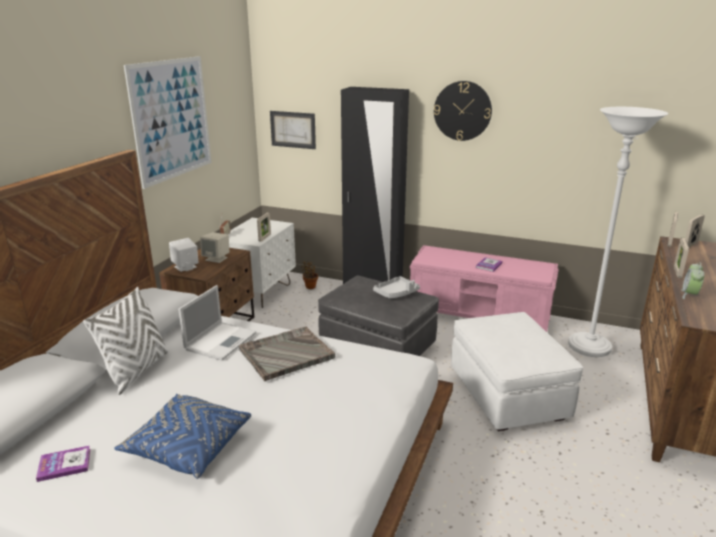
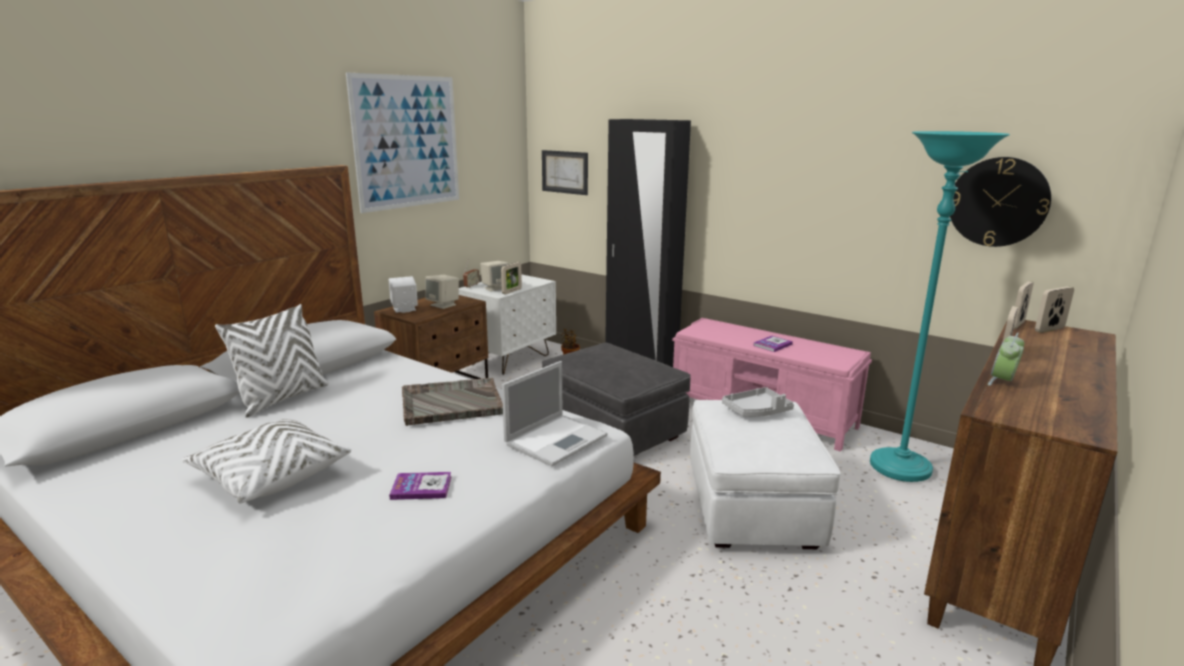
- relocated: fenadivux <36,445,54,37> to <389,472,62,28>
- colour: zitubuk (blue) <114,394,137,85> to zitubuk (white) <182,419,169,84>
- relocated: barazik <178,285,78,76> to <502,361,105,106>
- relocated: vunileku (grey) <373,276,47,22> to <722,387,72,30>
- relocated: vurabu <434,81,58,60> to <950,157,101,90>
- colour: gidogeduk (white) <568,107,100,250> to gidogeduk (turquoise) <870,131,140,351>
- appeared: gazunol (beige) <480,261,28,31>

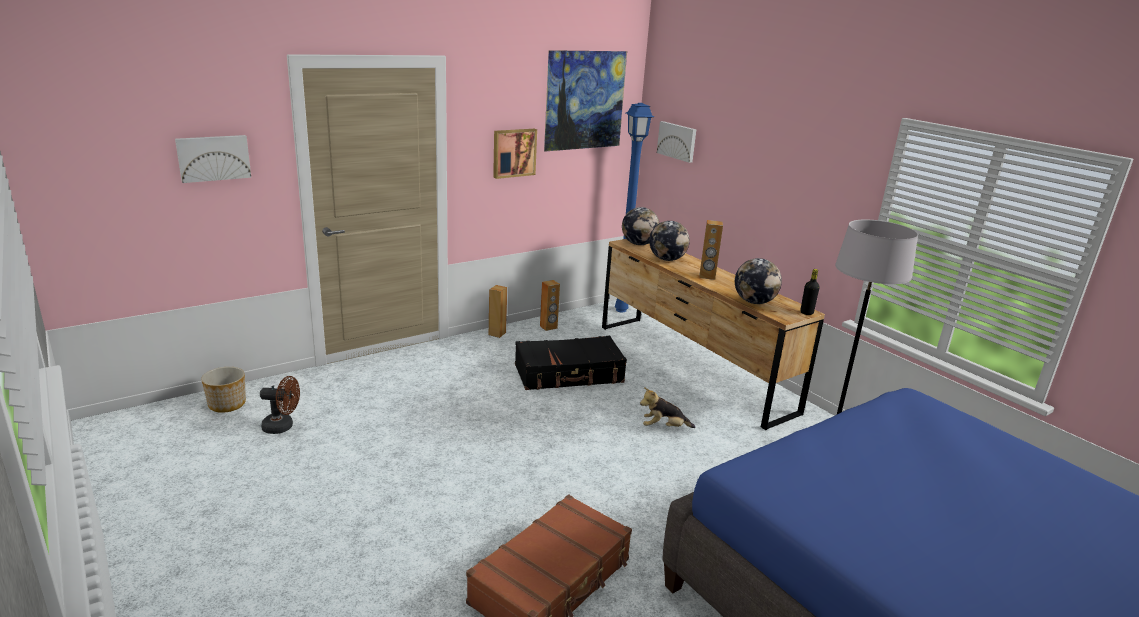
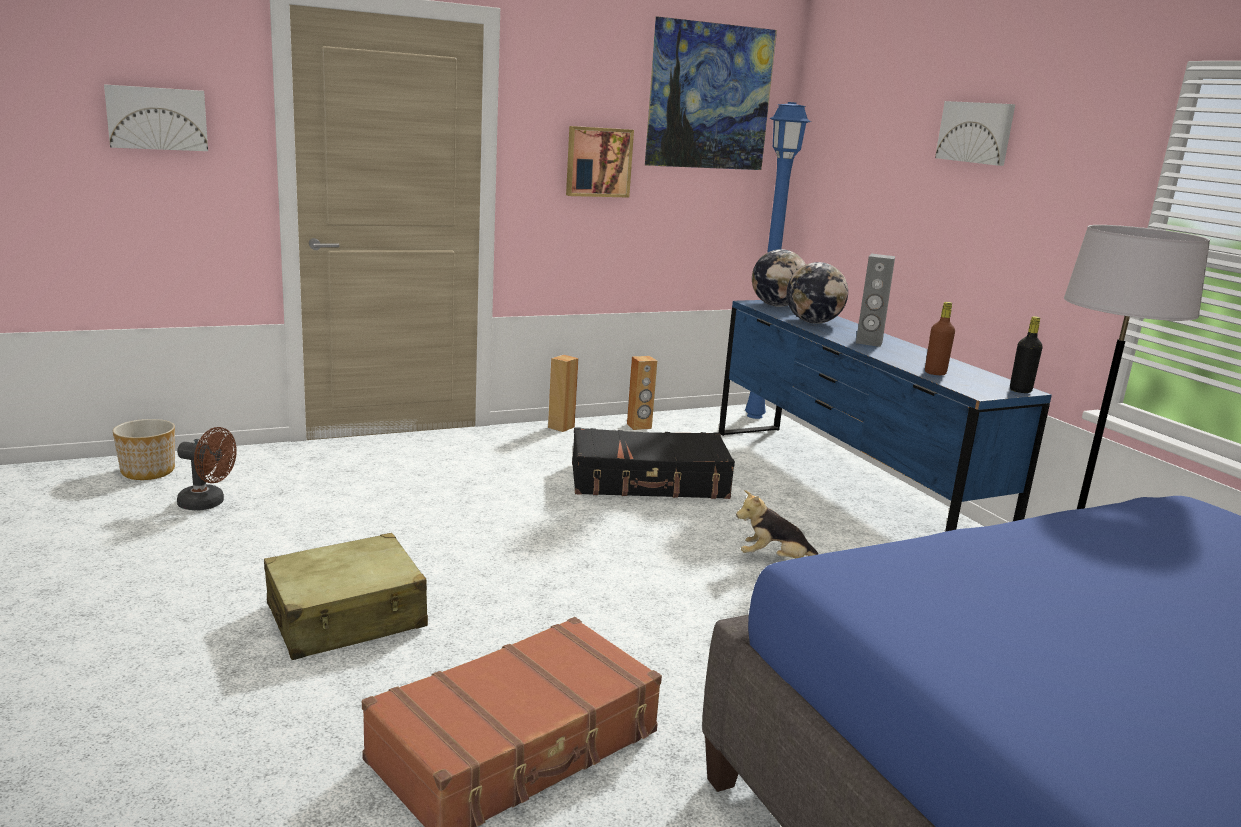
- colour: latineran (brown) <602,239,223,191> to latineran (blue) <719,300,333,232>
- relocated: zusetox <657,121,39,42> to <935,101,80,65>
- colour: gazunol (brown) <699,220,24,60> to gazunol (grey) <856,254,39,93>
- exchanged: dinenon <735,258,47,46> to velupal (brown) <925,302,30,73>
- appeared: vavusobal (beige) <264,533,164,127>

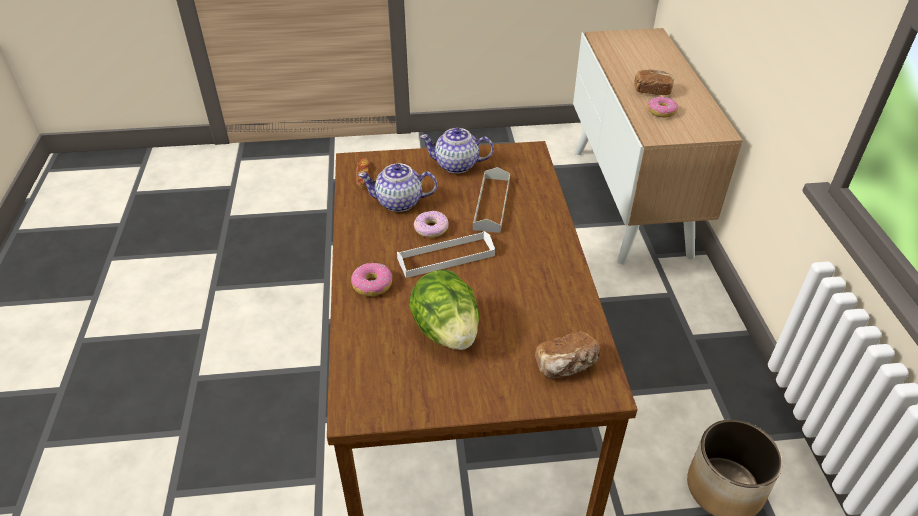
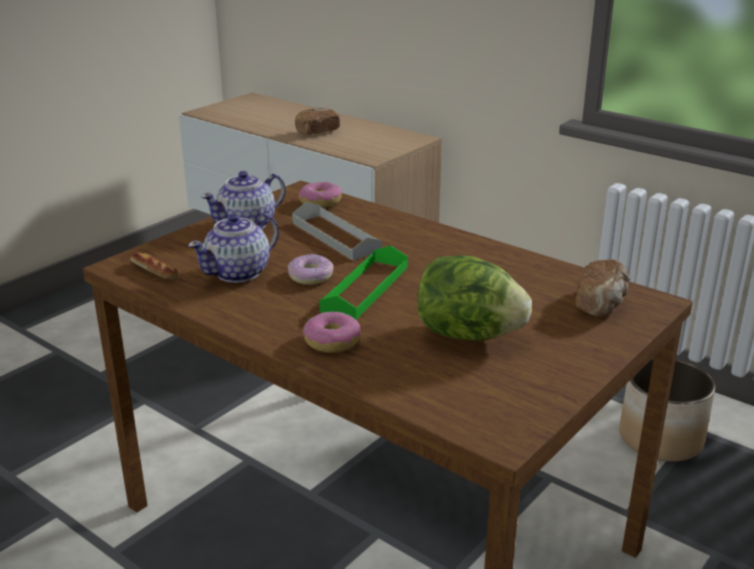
- colour: vunileku (white) <397,231,98,47> to vunileku (green) <319,246,89,74>
- relocated: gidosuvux <647,97,31,20> to <299,182,43,26>

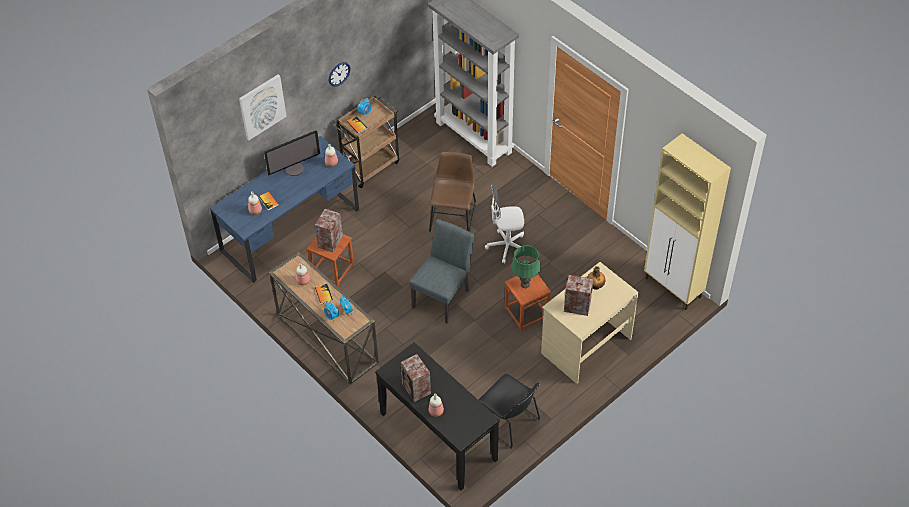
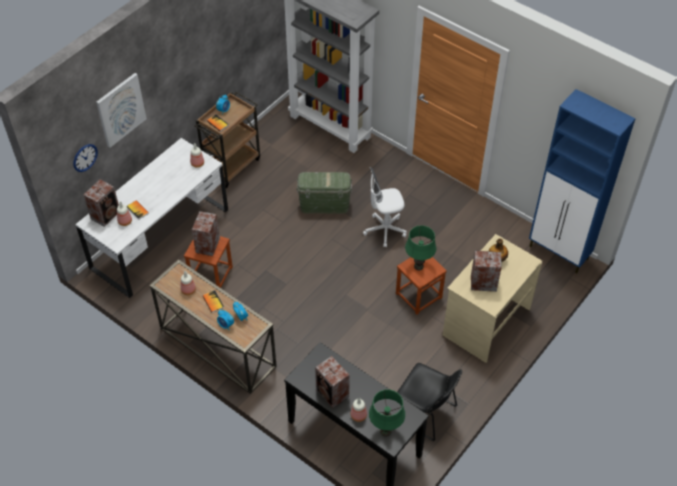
- colour: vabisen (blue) <210,136,150,147> to vabisen (white) <75,138,153,160>
- missing: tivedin <264,130,56,46>
- relocated: vurabu <329,62,21,25> to <73,144,25,28>
- missing: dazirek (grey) <409,219,65,105>
- exchanged: dazirek (brown) <429,152,47,80> to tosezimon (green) <296,172,56,42>
- colour: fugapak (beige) <644,133,87,177> to fugapak (blue) <529,89,107,184>
- appeared: gazunol <84,179,35,48>
- appeared: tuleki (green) <369,389,36,48>

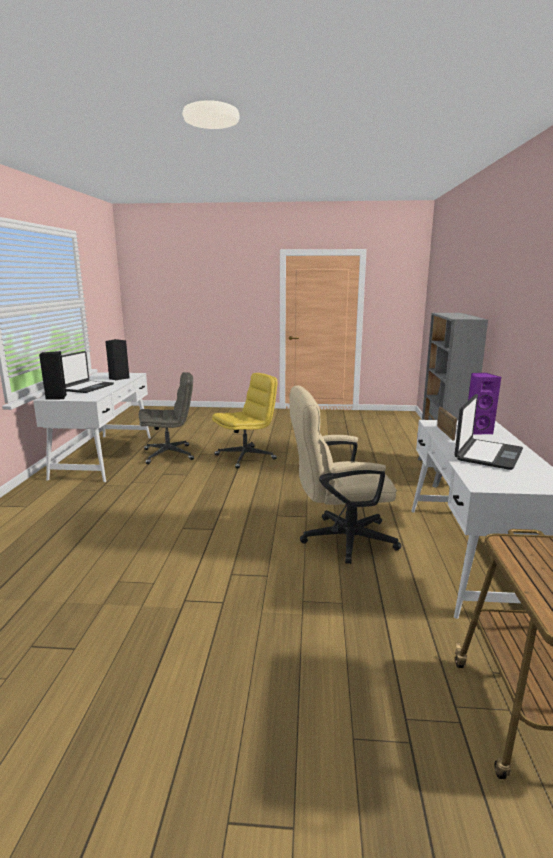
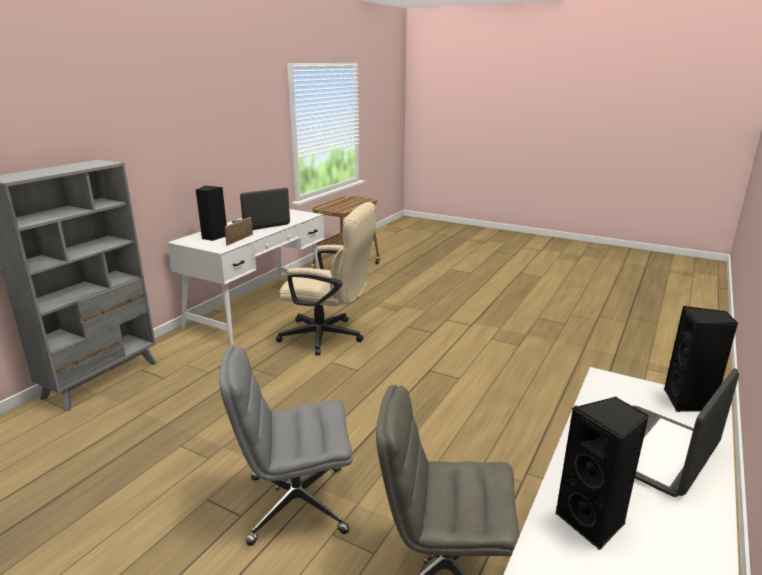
- colour: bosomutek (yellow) <212,373,65,96> to bosomutek (grey) <219,346,134,200>
- colour: gazunol (purple) <468,373,33,61> to gazunol (black) <196,186,31,55>

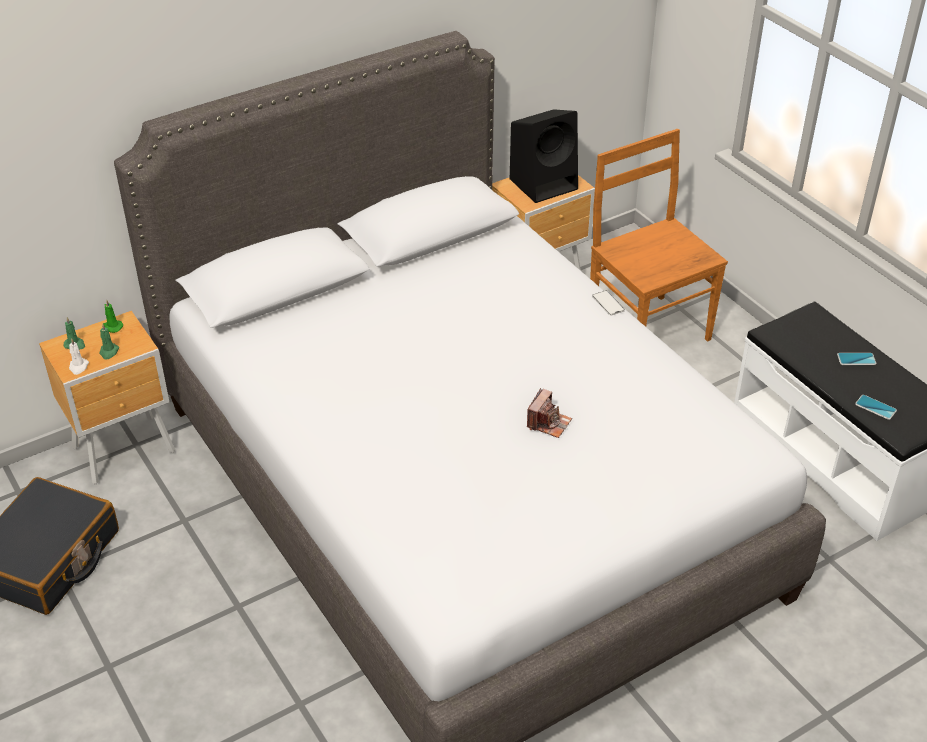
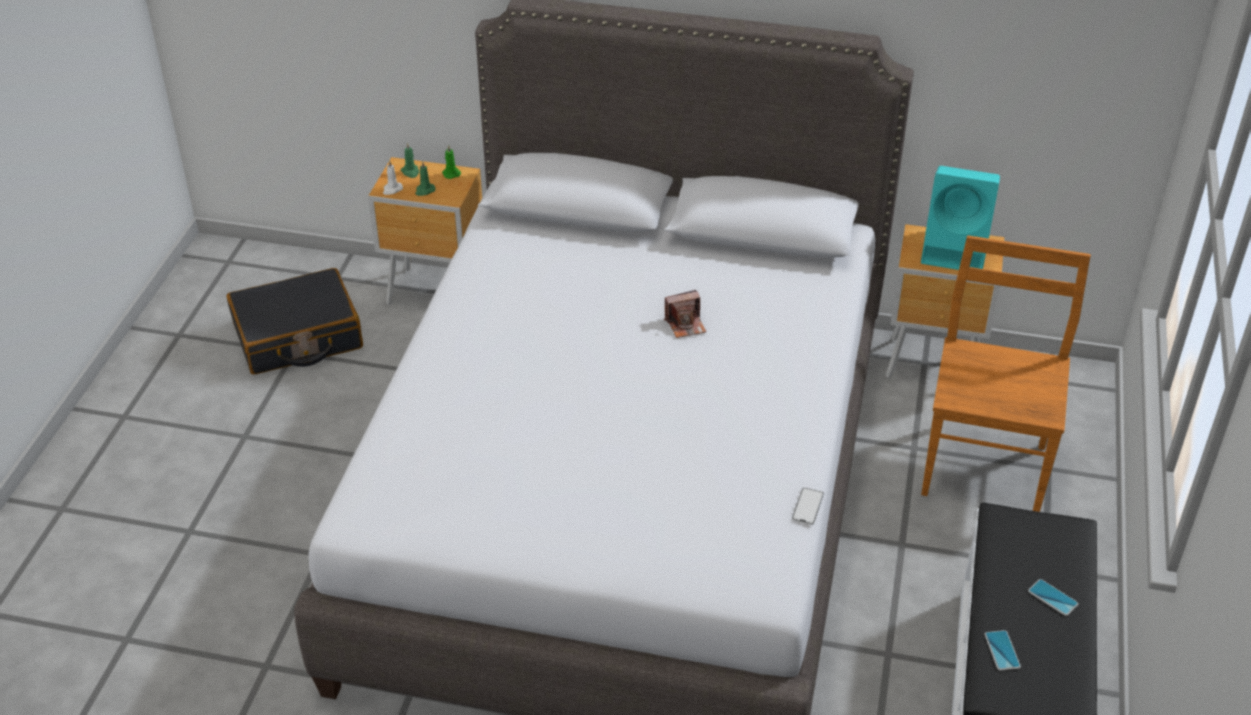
- colour: gazunol (black) <510,109,68,94> to gazunol (turquoise) <921,166,79,104>
- relocated: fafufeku <527,388,45,50> to <664,290,42,48>
- relocated: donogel <592,290,33,26> to <792,488,32,37>

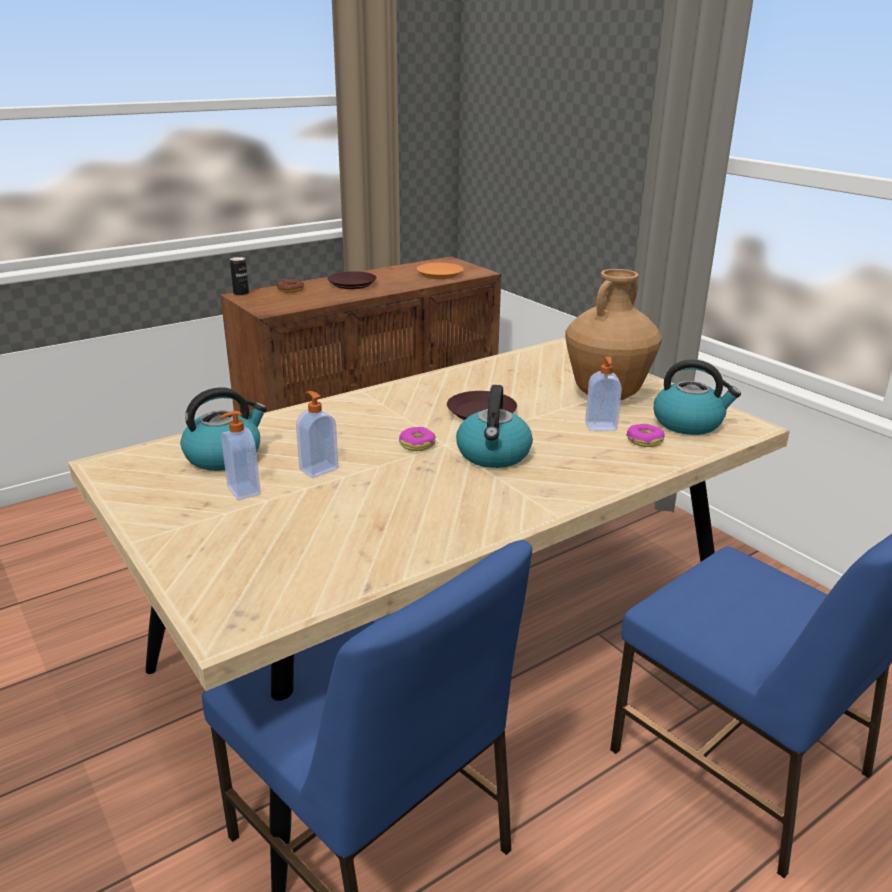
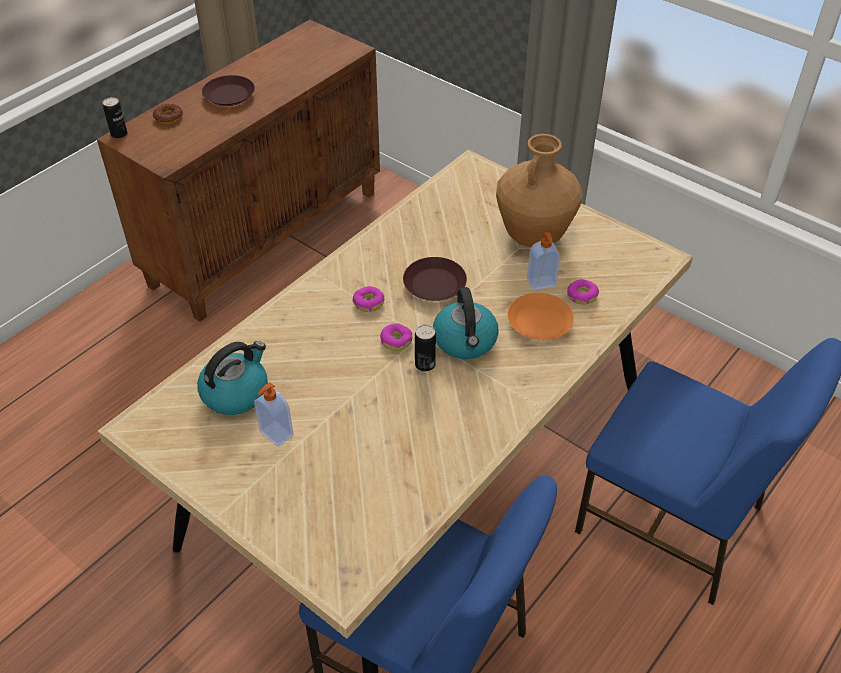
- missing: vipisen <296,391,42,87>
- relocated: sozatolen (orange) <417,263,47,16> to <507,293,67,47>
- missing: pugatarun <654,359,87,76>
- appeared: gidosuvux <353,286,31,26>
- appeared: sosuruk <415,325,21,46>

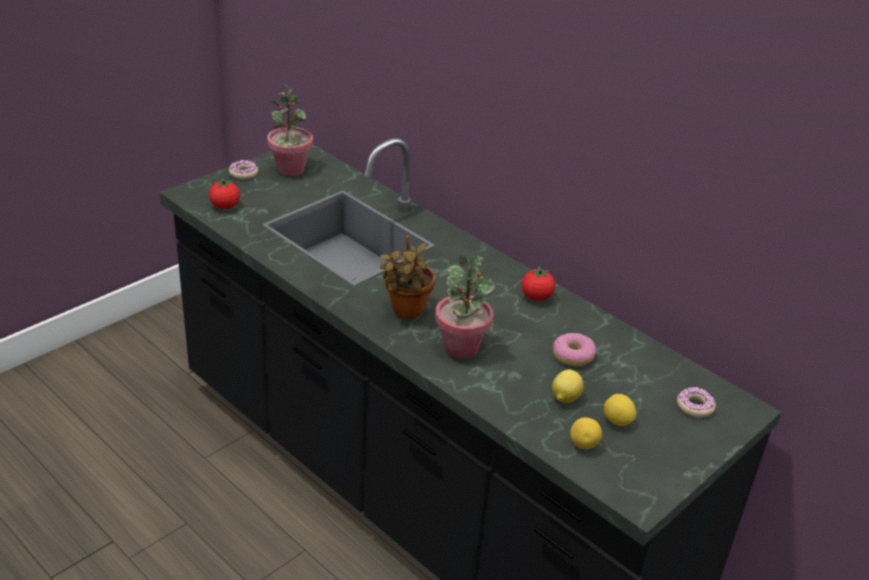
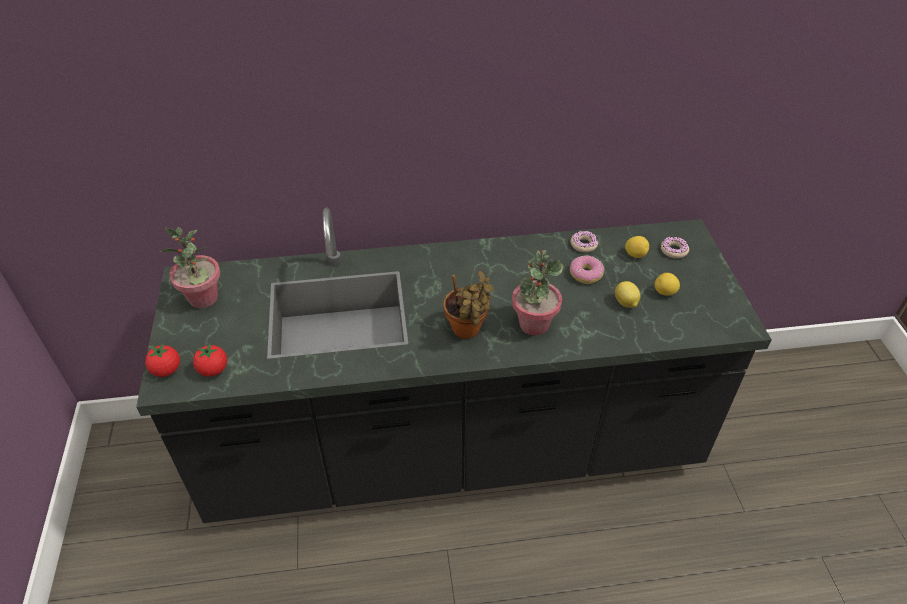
- relocated: gidosuvux <229,160,29,19> to <570,231,28,21>
- relocated: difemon <522,266,33,35> to <145,344,35,33>
- relocated: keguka <570,417,32,32> to <625,236,24,22>

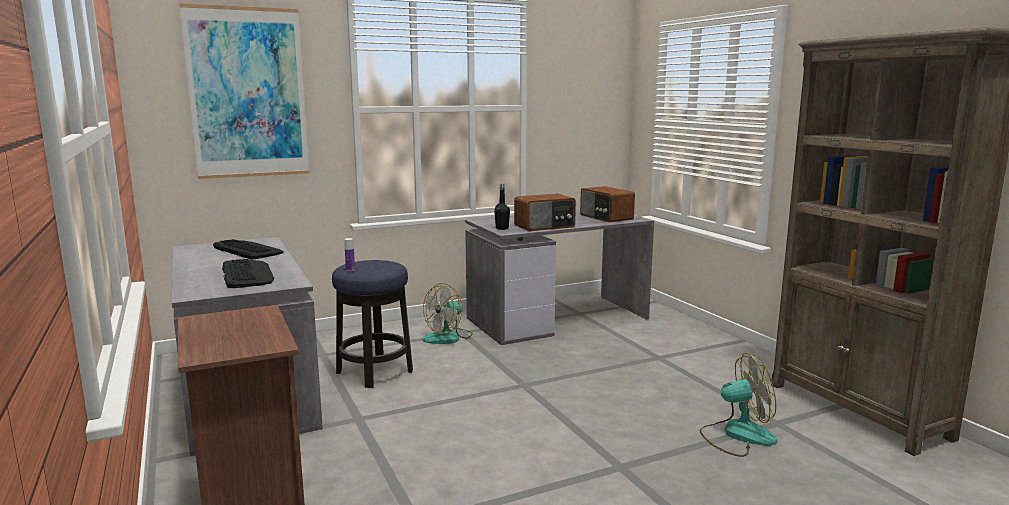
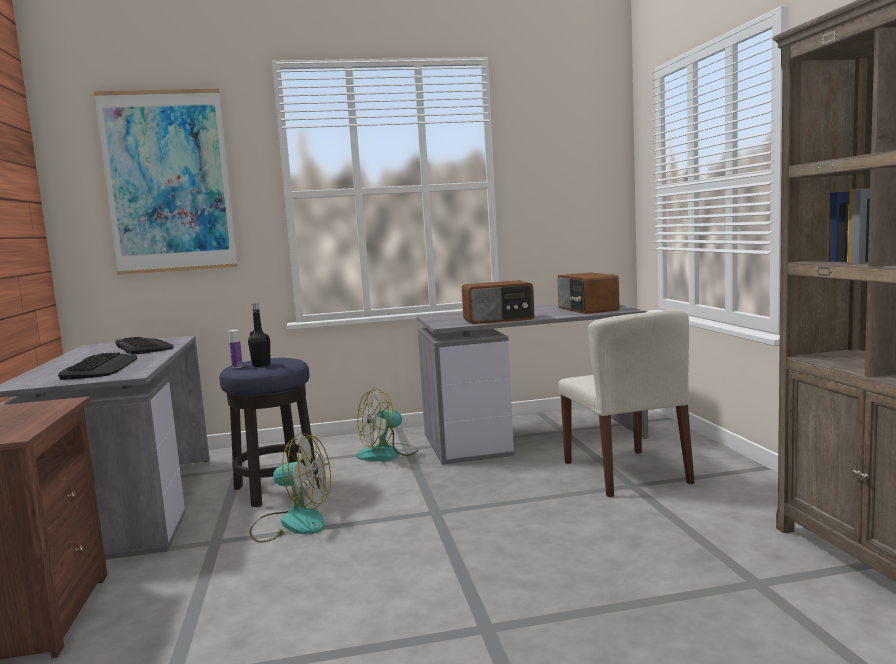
- relocated: velupal (black) <494,183,16,47> to <248,303,22,64>
- relocated: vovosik <699,353,78,104> to <249,433,82,110>
- appeared: dazirek (beige) <558,310,137,187>

